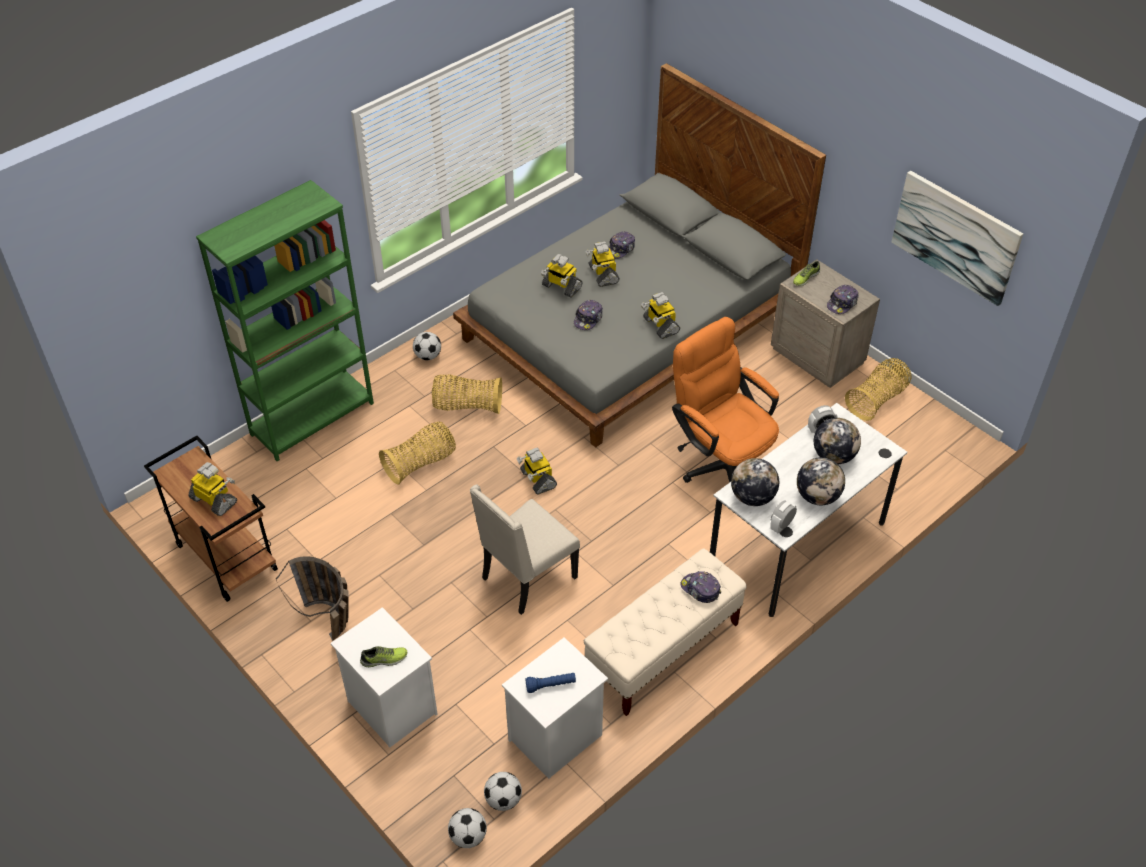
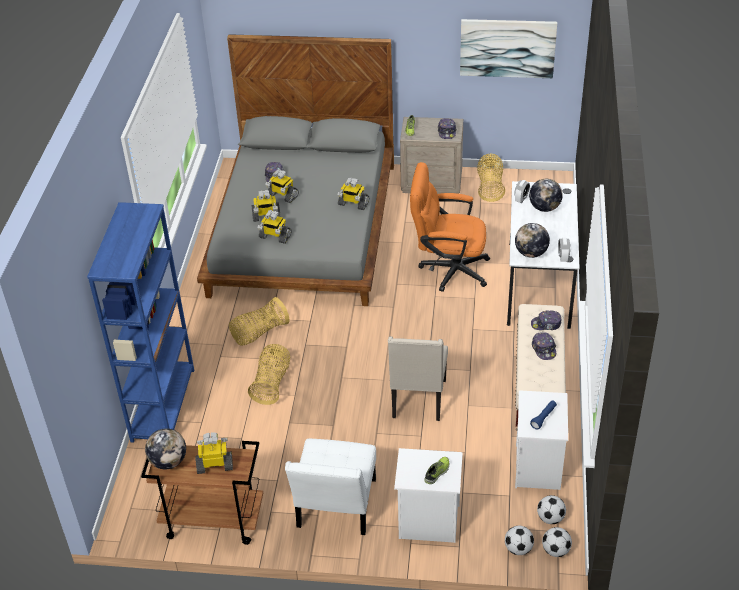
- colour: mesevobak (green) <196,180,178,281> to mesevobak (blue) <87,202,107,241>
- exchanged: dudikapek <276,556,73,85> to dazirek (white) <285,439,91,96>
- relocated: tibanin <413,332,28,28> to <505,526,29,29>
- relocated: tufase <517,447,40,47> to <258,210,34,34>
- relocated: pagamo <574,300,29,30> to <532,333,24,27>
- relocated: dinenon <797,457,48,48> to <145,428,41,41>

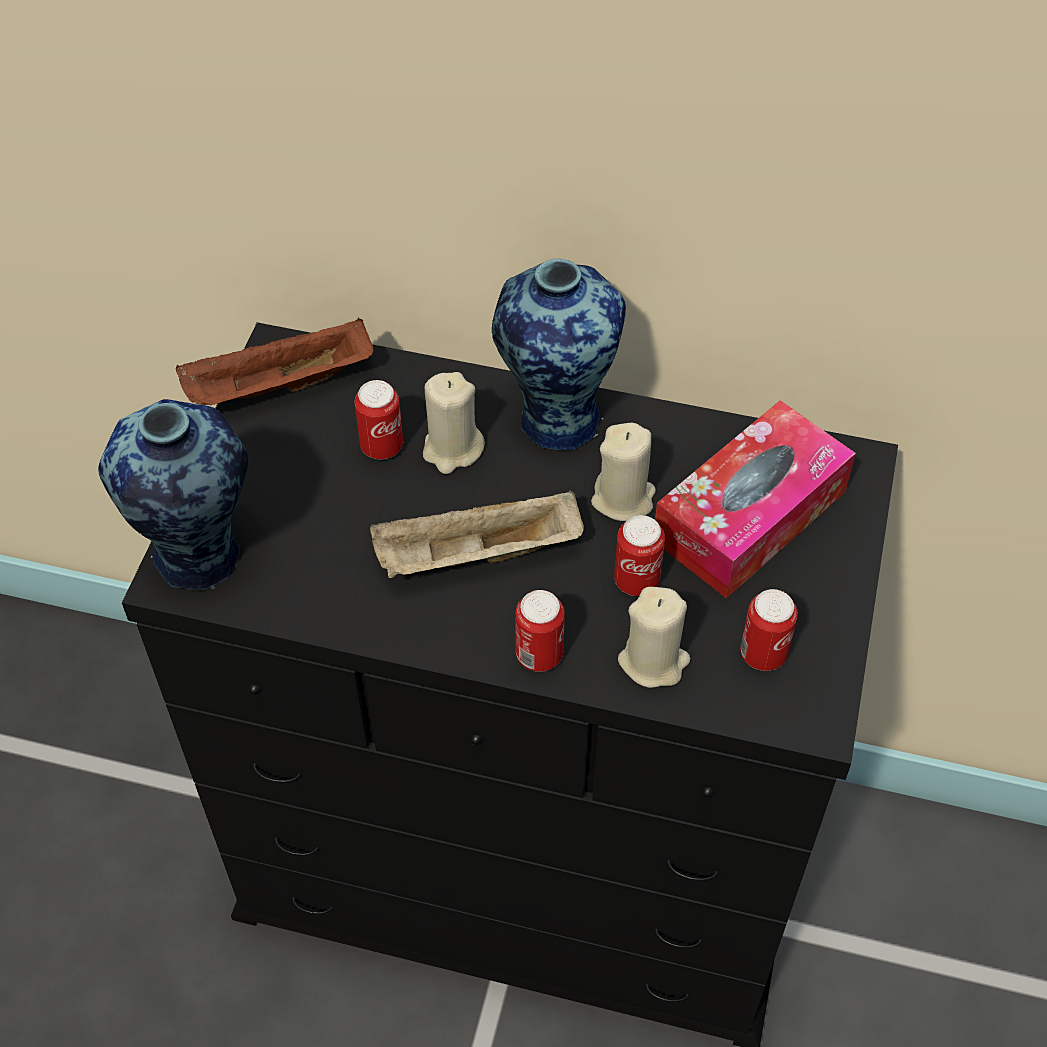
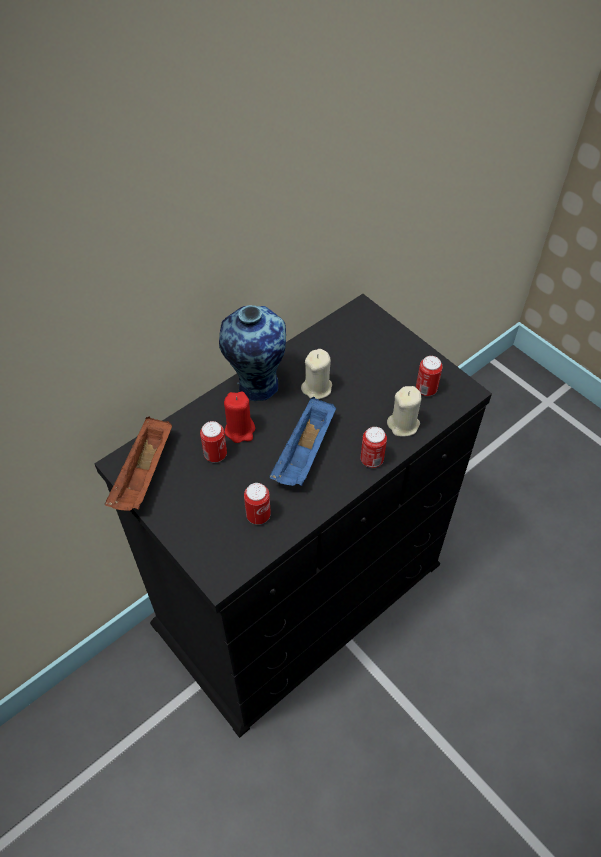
- missing: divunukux <98,399,151,192>
- colour: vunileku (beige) <370,491,214,87> to vunileku (blue) <270,397,66,89>
- colour: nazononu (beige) <423,372,62,102> to nazononu (red) <224,391,31,52>
- relocated: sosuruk <614,515,51,81> to <244,483,27,42>
- missing: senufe <655,400,201,199>

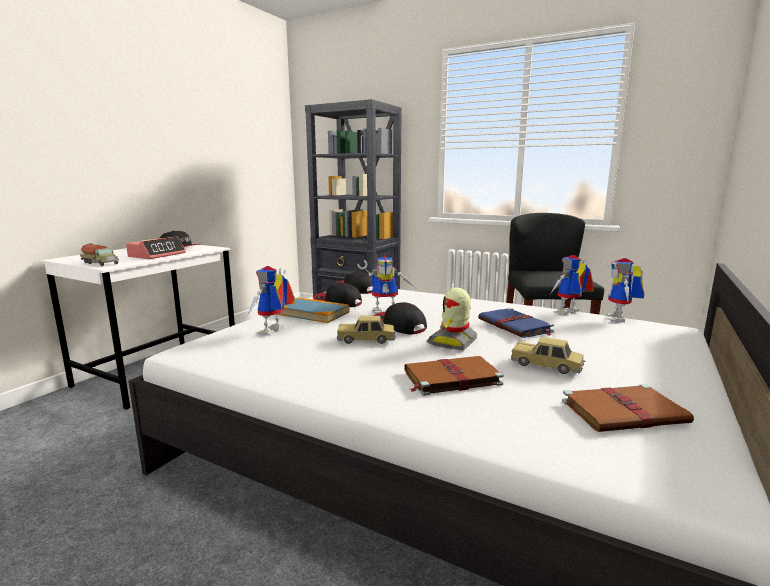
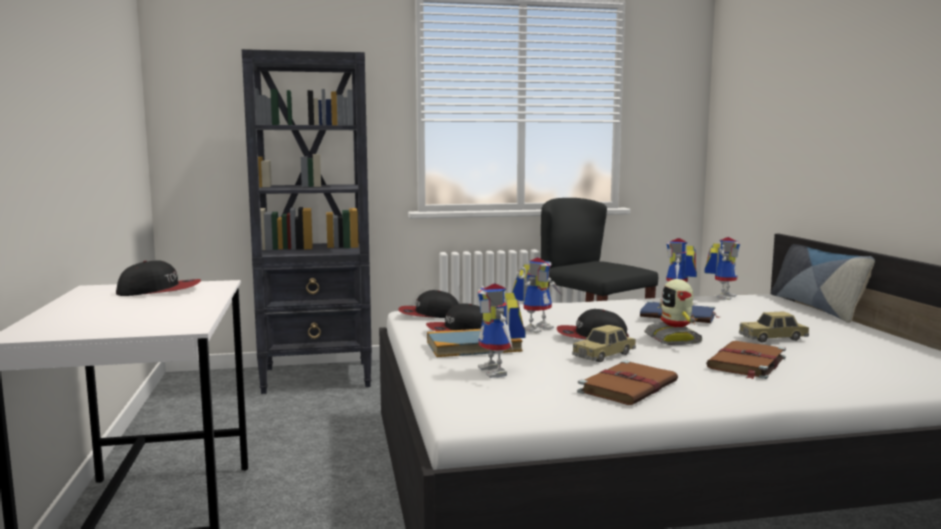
- missing: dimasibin <80,243,39,24>
- missing: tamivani <126,236,60,23>
- relocated: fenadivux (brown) <562,384,132,48> to <577,360,101,45>
- spun: tufase <606,258,38,64> = <704,237,36,63> 120 degrees counterclockwise
- appeared: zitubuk <771,244,104,79>

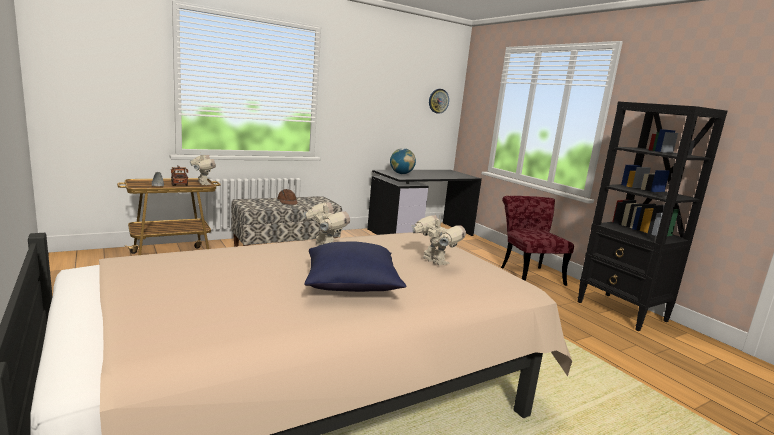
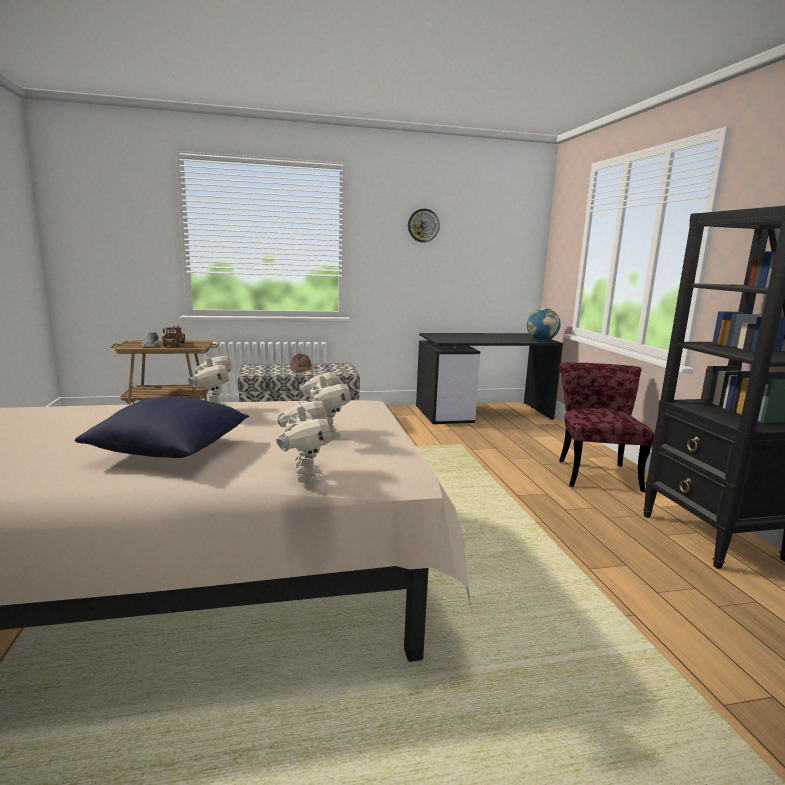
- relocated: tufase <190,152,26,33> to <276,398,56,85>
- relocated: dinenon <390,148,26,26> to <527,308,34,33>
- relocated: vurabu <429,89,20,25> to <408,208,32,34>

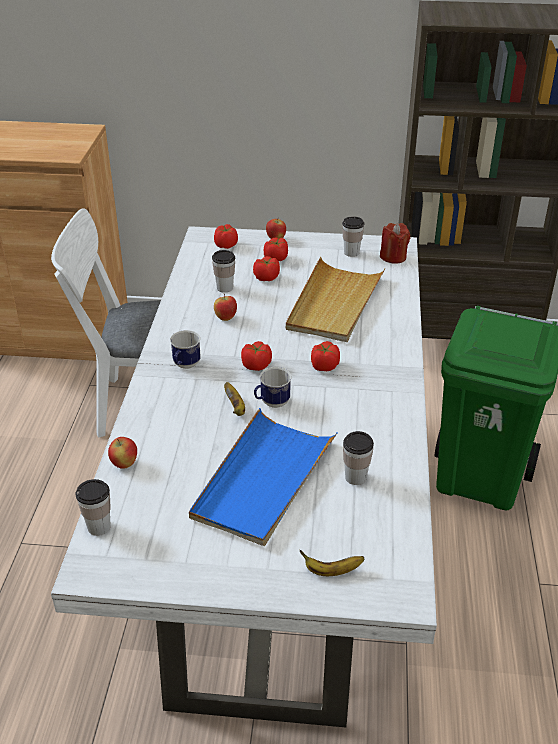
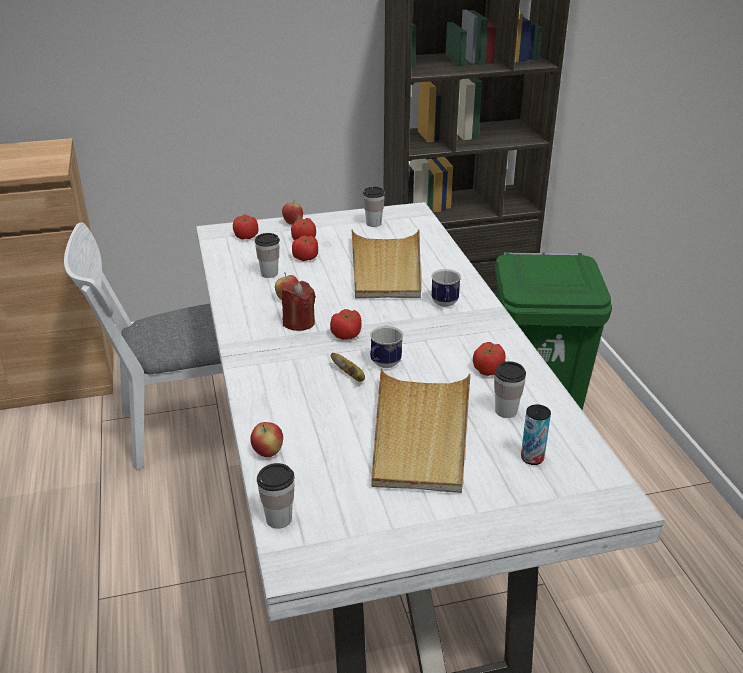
- relocated: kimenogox <170,330,31,39> to <431,269,30,38>
- colour: vunileku (blue) <189,408,149,138> to vunileku (beige) <371,368,100,125>
- missing: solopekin <300,550,65,26>
- relocated: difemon <311,341,29,30> to <473,342,32,34>
- relocated: nazononu (red) <380,223,30,41> to <282,281,34,50>
- appeared: sosuruk <521,404,30,61>

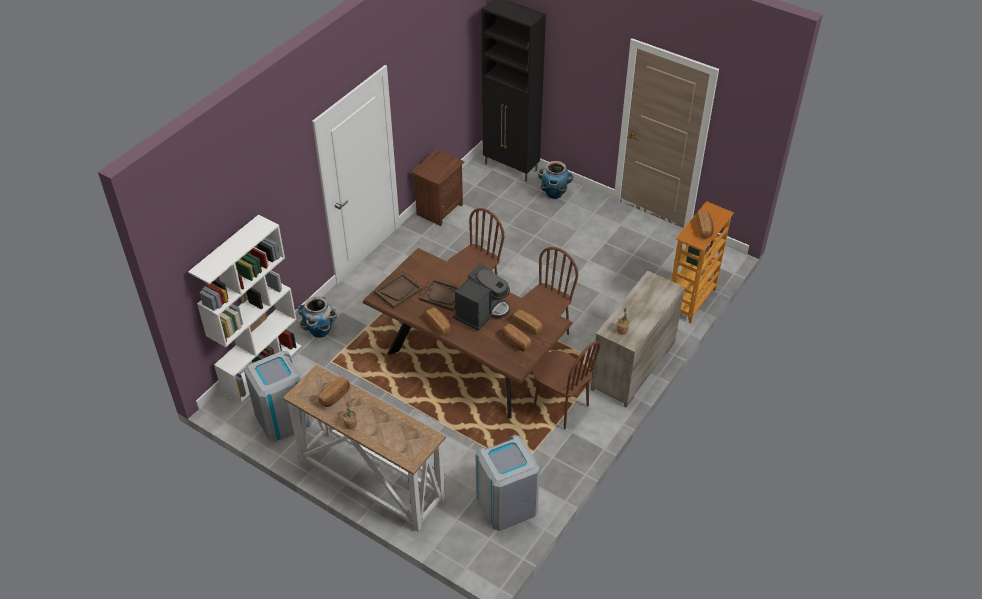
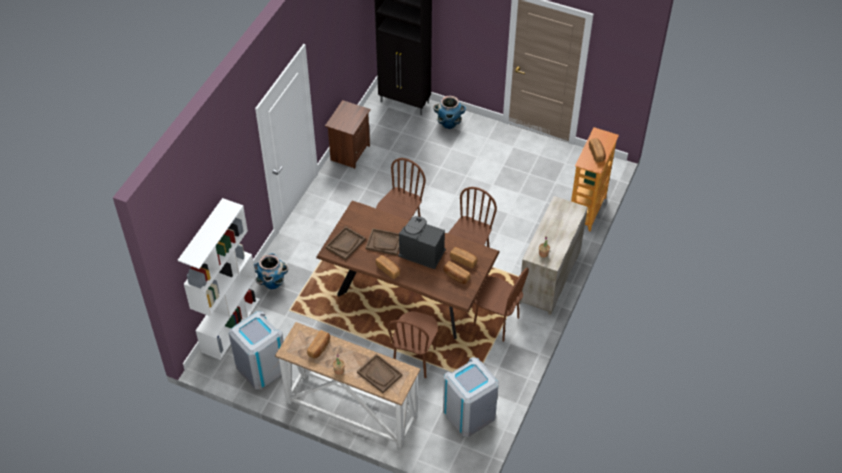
- spun: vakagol <453,263,57,68> = <398,216,48,53> 90 degrees counterclockwise
- appeared: vunileku (brown) <357,354,45,39>
- appeared: dazirek (brown) <387,311,51,67>

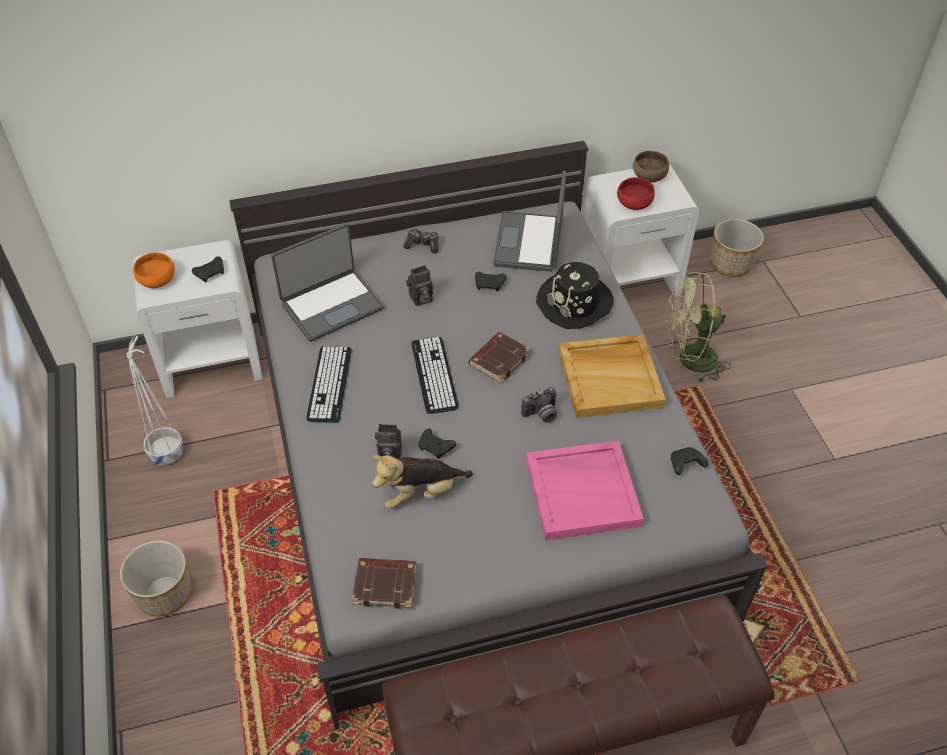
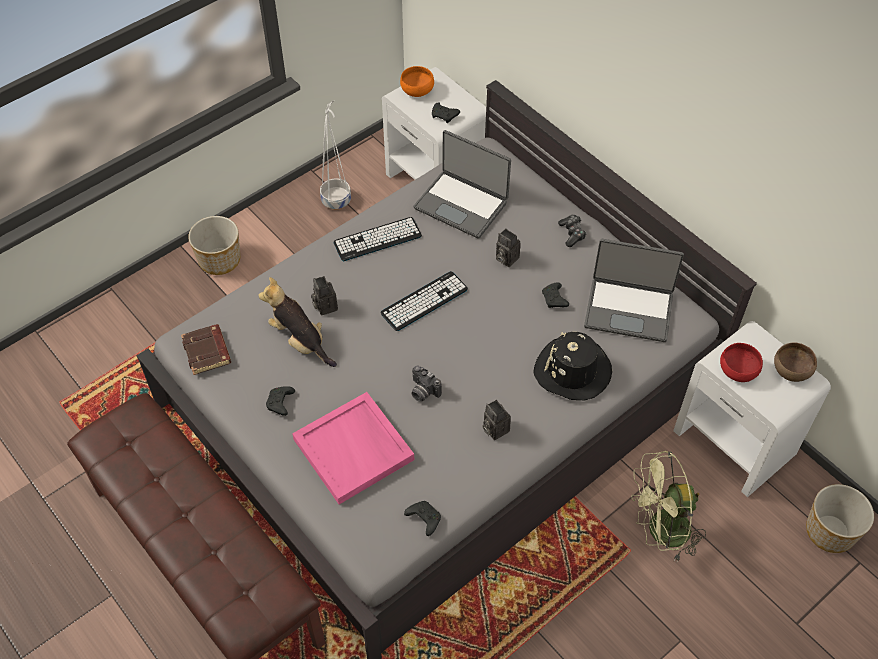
- relocated: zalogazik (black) <419,429,37,30> to <266,386,29,30>
- missing: fenadivux (brown) <469,332,61,51>
- spun: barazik <493,171,73,101> = <584,239,100,103> 150 degrees counterclockwise
- exchanged: vunileku (beige) <558,334,108,84> to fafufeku <483,400,28,40>
- spun: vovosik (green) <666,272,65,112> = <631,451,75,112> 75 degrees counterclockwise

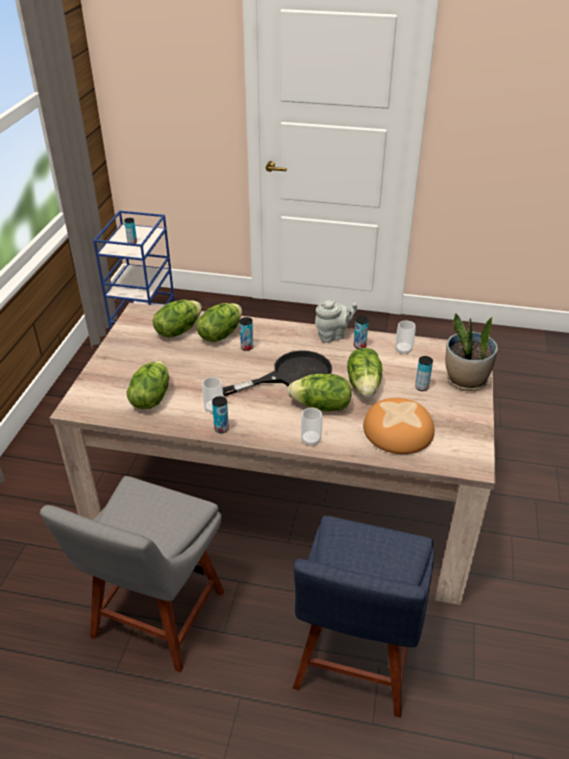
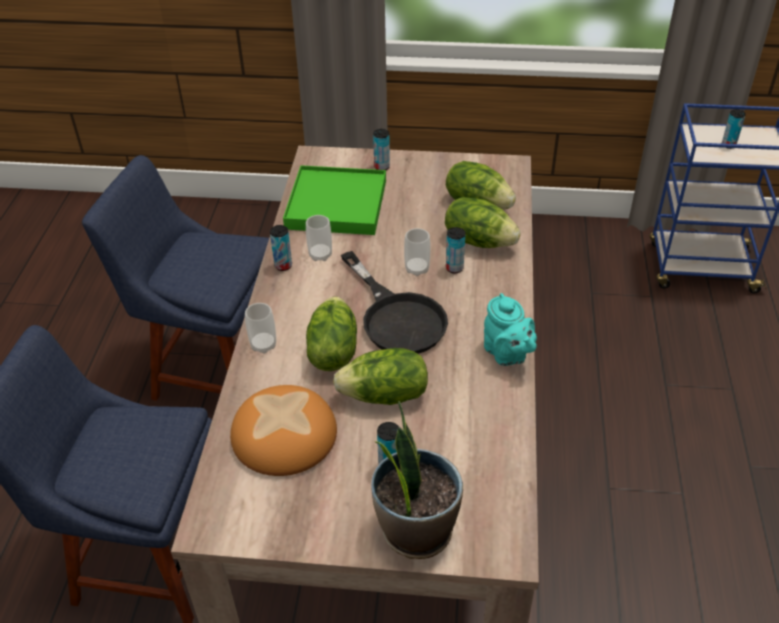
- colour: dazirek (grey) <40,476,185,197> to dazirek (blue) <82,155,187,246>
- exchanged: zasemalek <127,361,42,48> to vunileku (green) <283,165,103,70>
- colour: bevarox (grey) <315,300,42,43> to bevarox (turquoise) <484,293,53,73>
- relocated: sosuruk <354,316,15,33> to <373,129,17,41>
- relocated: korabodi <395,320,21,34> to <404,228,27,48>

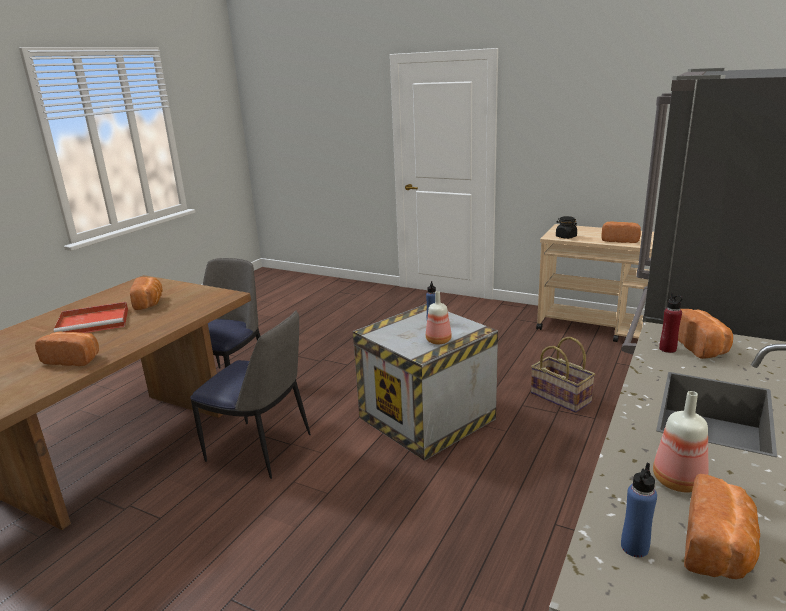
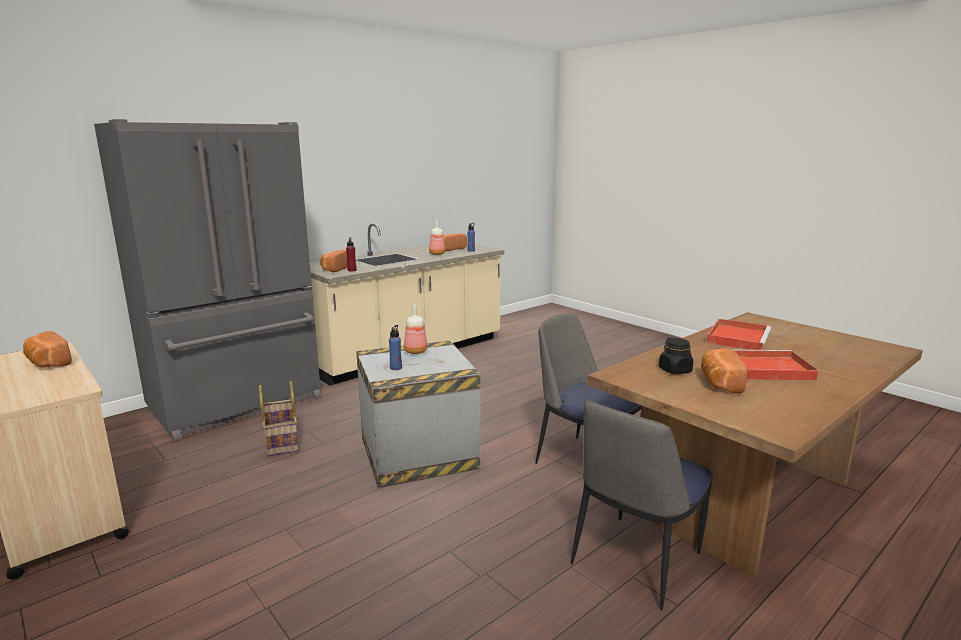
- exchanged: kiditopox <35,332,64,34> to vunileku (red) <706,319,65,31>
- relocated: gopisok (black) <556,216,21,23> to <659,338,34,36>

